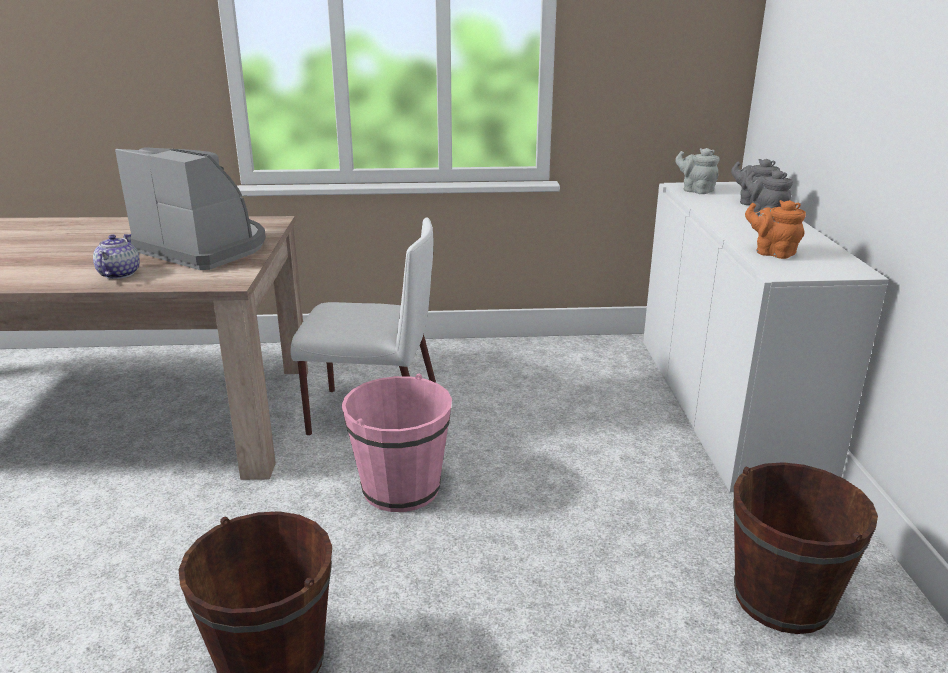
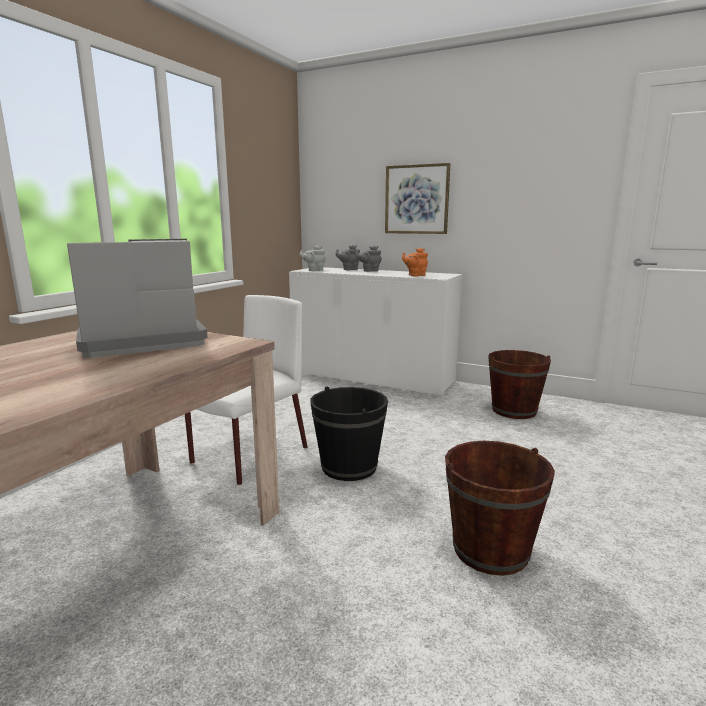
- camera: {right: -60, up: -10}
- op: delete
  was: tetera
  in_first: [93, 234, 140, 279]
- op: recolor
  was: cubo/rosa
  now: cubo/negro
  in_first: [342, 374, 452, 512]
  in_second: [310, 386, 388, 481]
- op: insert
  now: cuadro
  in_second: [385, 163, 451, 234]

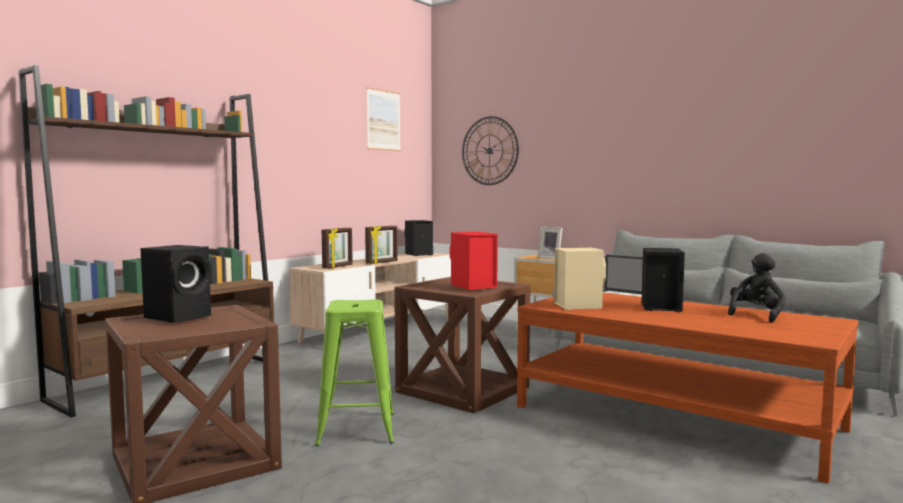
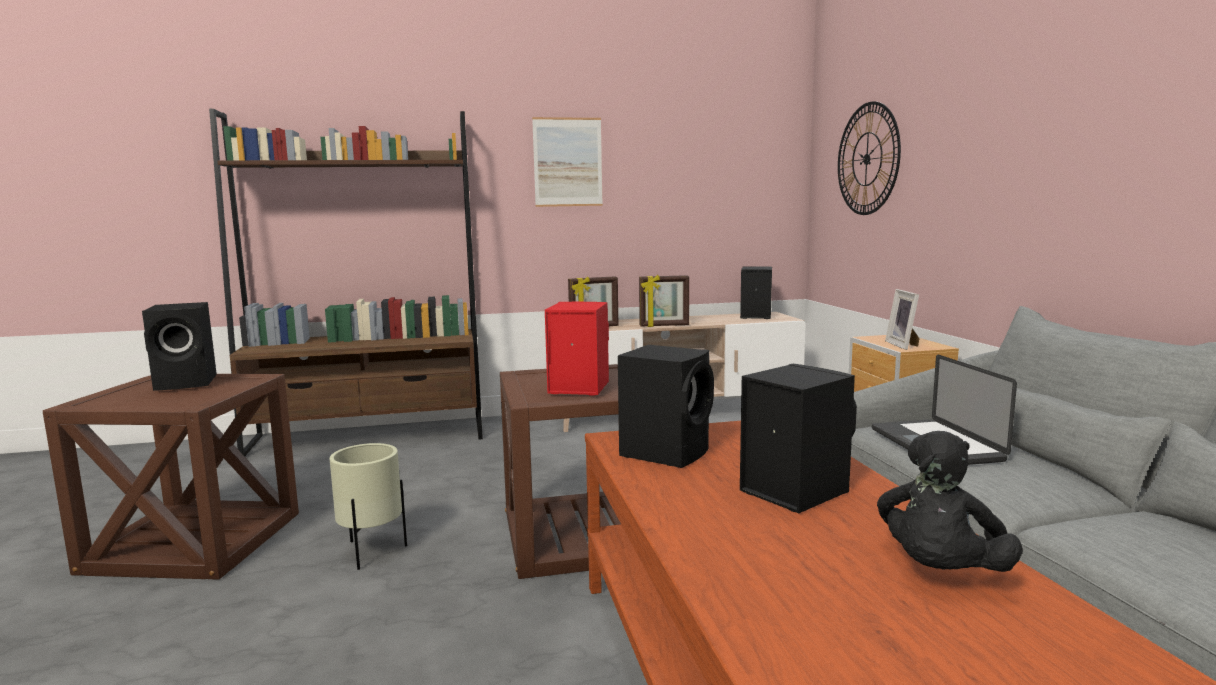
- camera: {right: 40, up: 5}
- op: move
  was: cuadro
  in_first: [366, 87, 401, 151]
  in_second: [532, 117, 603, 207]
- op: recolor
  was: altavoz/beis
  now: altavoz/negro
  in_first: [554, 247, 606, 310]
  in_second: [618, 345, 714, 468]
- op: rotate
  was: peluche/negro
  in_first: [728, 253, 786, 322]
  in_second: [877, 431, 1023, 572]
  clockwise: 135
- op: replace
  was: taburete/verde
  now: maceta/beis
  in_first: [315, 299, 394, 446]
  in_second: [330, 443, 407, 570]

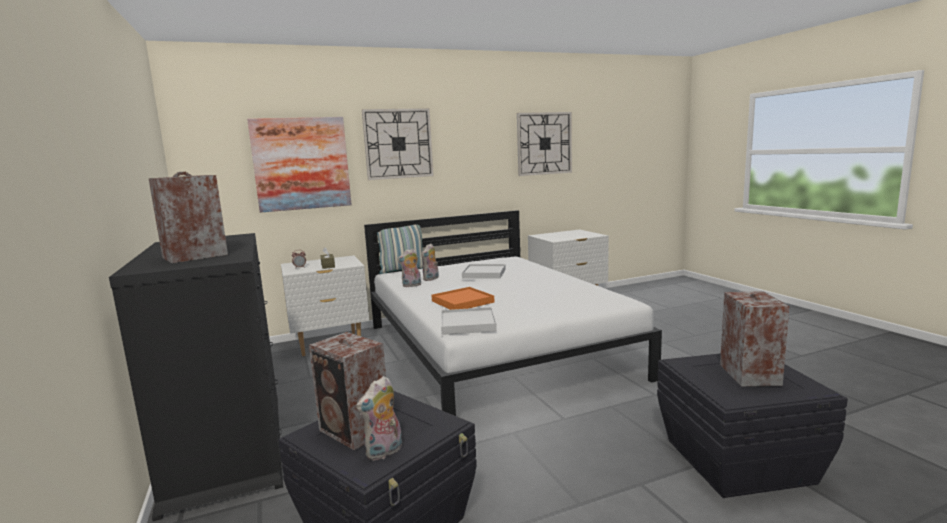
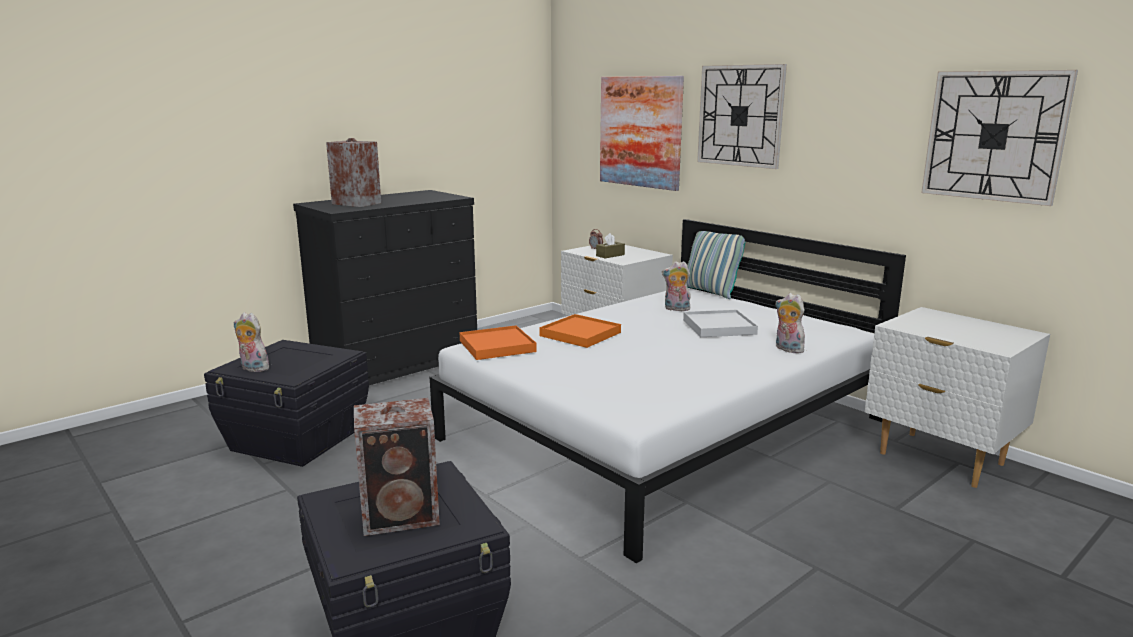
- camera: {right: 70, up: 5}
- op: move
  was: peluche
  in_first: [397, 248, 421, 287]
  in_second: [776, 293, 806, 353]
- op: recolor
  was: bandeja/blanco
  now: bandeja/naranja
  in_first: [441, 307, 497, 335]
  in_second: [460, 325, 537, 360]
- op: delete
  was: altavoz
  in_first: [309, 332, 386, 450]

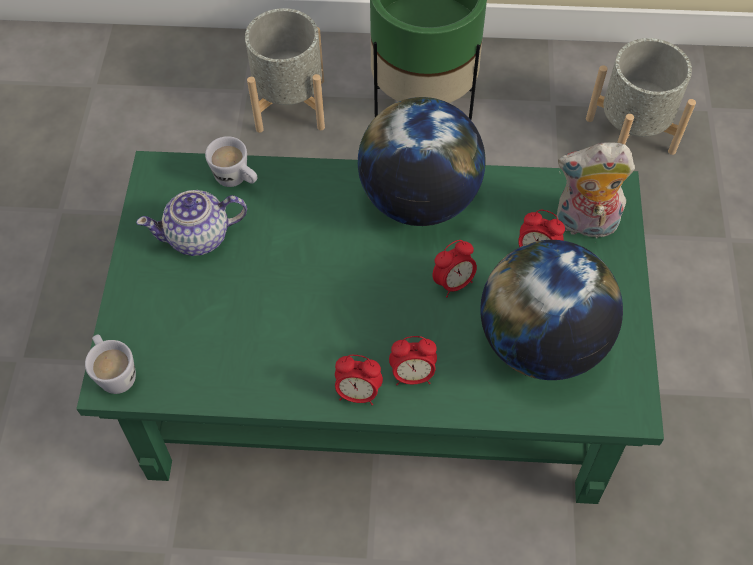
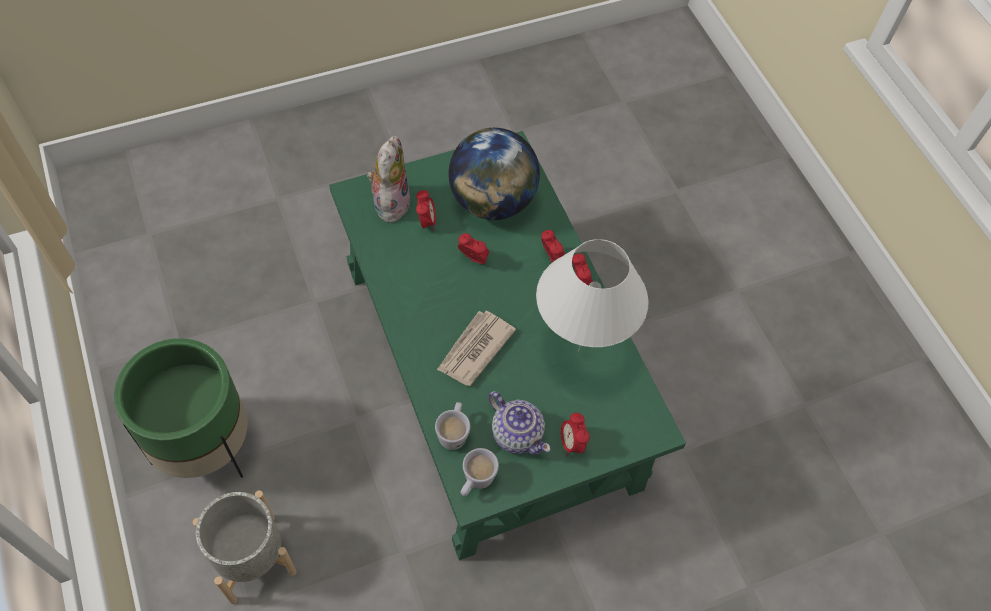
- camera: {right: -120, up: 0}
- op: delete
  was: maceta/gris
  in_first: [586, 38, 696, 155]
- op: delete
  was: globo terráqueo
  in_first: [358, 97, 486, 226]
- op: rotate
  was: peluche
  in_first: [557, 142, 635, 238]
  in_second: [367, 135, 410, 224]
  clockwise: -150
- op: move
  was: taza grande/blanco
  in_first: [85, 334, 136, 394]
  in_second: [461, 448, 499, 496]
- op: insert
  now: lámpara de mesa/blanco
  in_second: [536, 239, 649, 352]
- op: insert
  now: periódico
  in_second: [437, 311, 516, 386]
- op: insert
  now: despertador
  in_second: [560, 413, 590, 456]

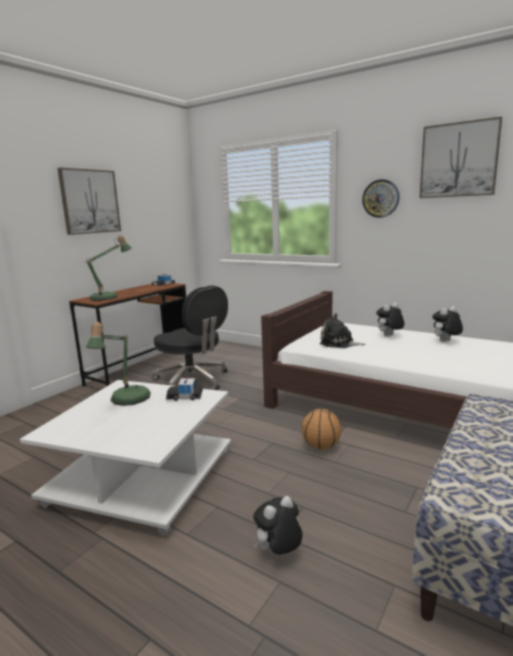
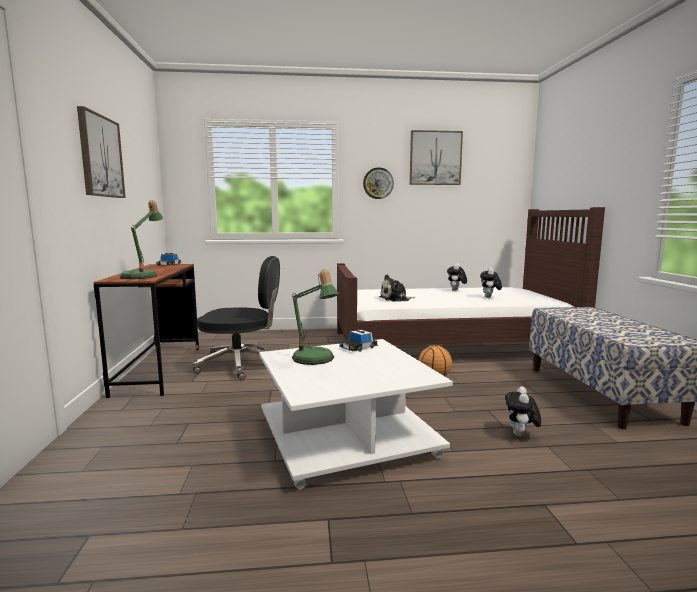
- camera: {right: -40, up: -5}
- op: move
  was: peluche
  in_first: [376, 303, 404, 336]
  in_second: [480, 268, 502, 298]

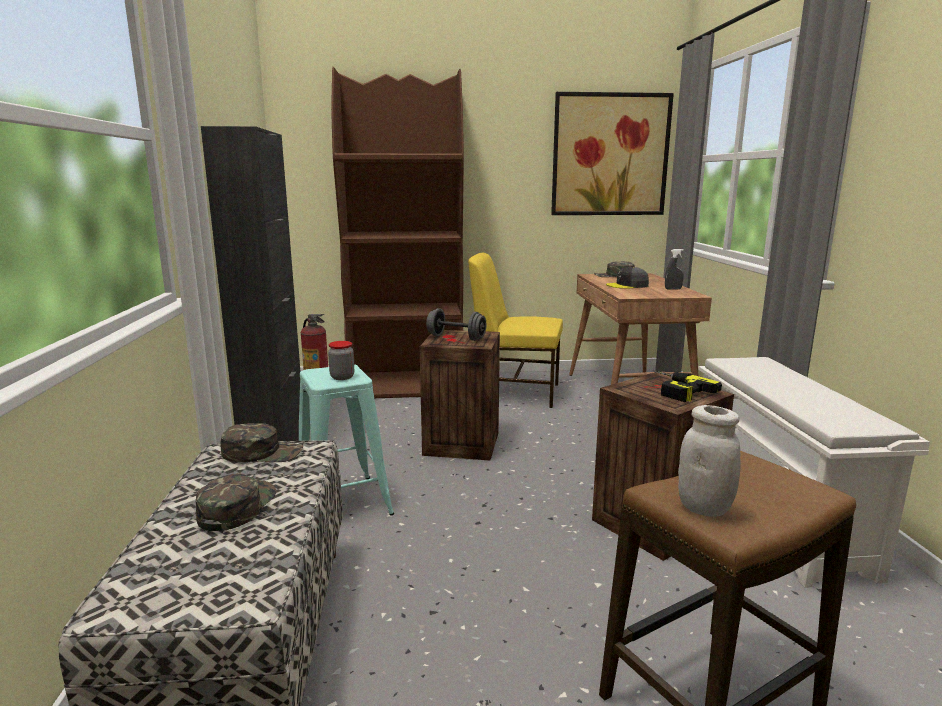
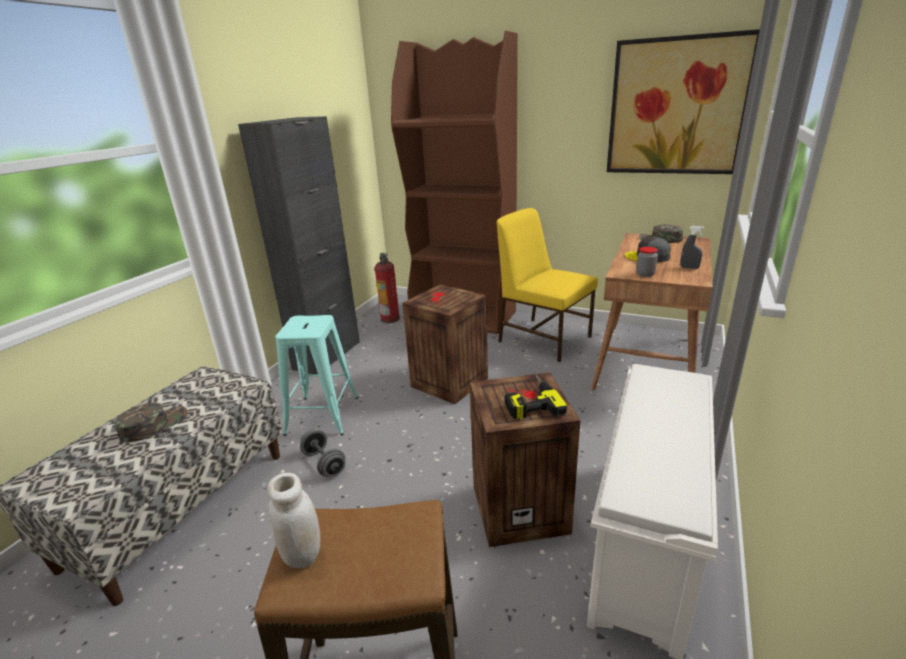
- camera: {right: 30, up: 10}
- op: move
  was: mancuerna/gris
  in_first: [426, 308, 486, 341]
  in_second: [300, 430, 345, 477]
- op: move
  was: tarro
  in_first: [328, 341, 354, 380]
  in_second: [636, 247, 658, 277]
- op: delete
  was: gorra/verde
  in_first: [221, 423, 303, 462]

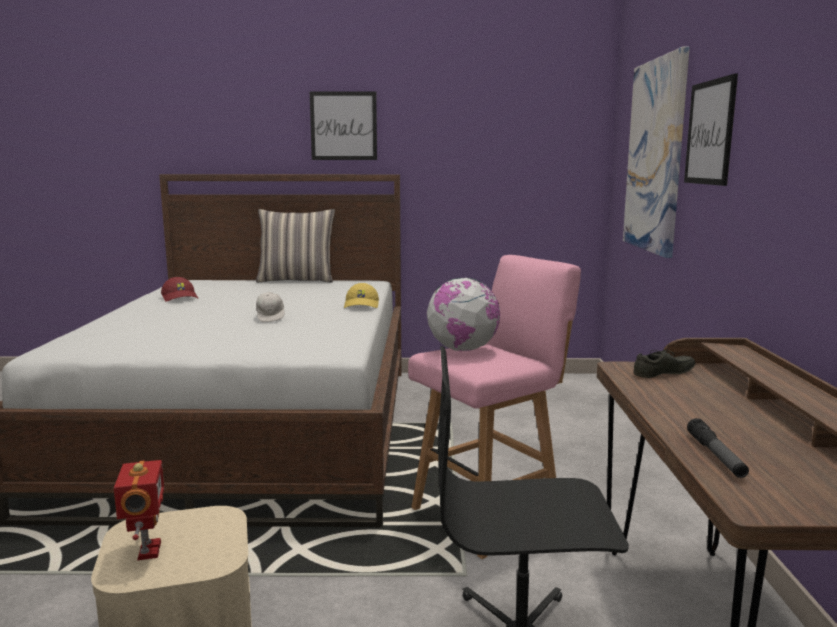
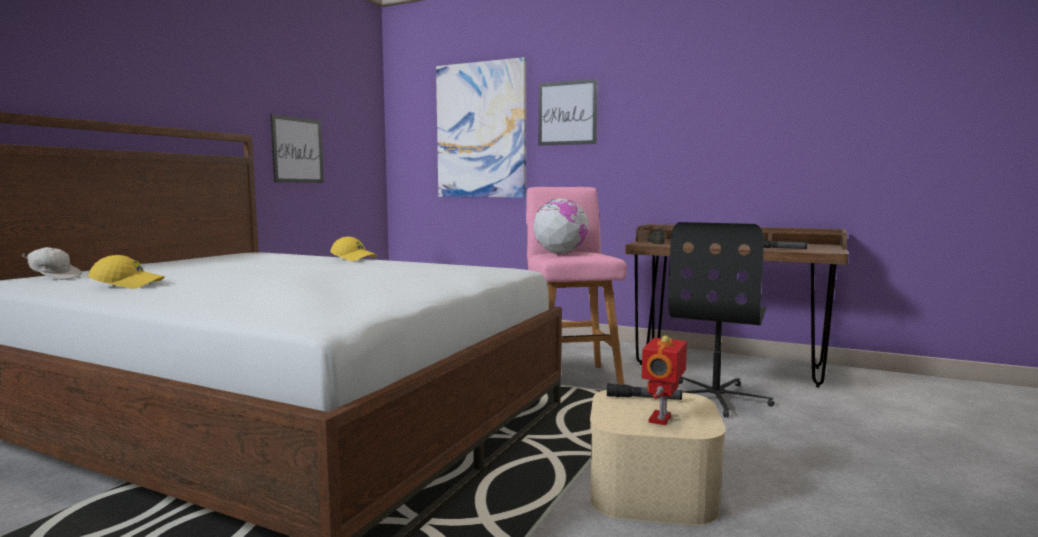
- camera: {right: -65, up: -5}
- op: move
  was: cuadro
  in_first: [310, 92, 377, 160]
  in_second: [270, 114, 324, 183]
- op: delete
  was: cojín
  in_first: [256, 209, 335, 283]
- op: recolor
  was: gorra/rojo
  now: gorra/amarillo
  in_first: [161, 277, 198, 302]
  in_second: [88, 255, 165, 289]
- op: move
  was: gorra/blanco
  in_first: [256, 292, 285, 322]
  in_second: [21, 247, 82, 280]
- op: rotate
  was: robot de juguete
  in_first: [114, 460, 164, 560]
  in_second: [642, 335, 687, 425]
  clockwise: -75
- op: insert
  now: linterna
  in_second: [607, 383, 682, 400]

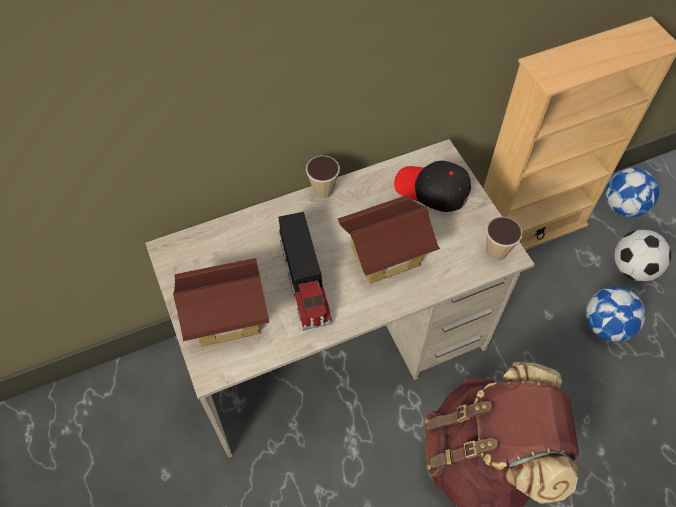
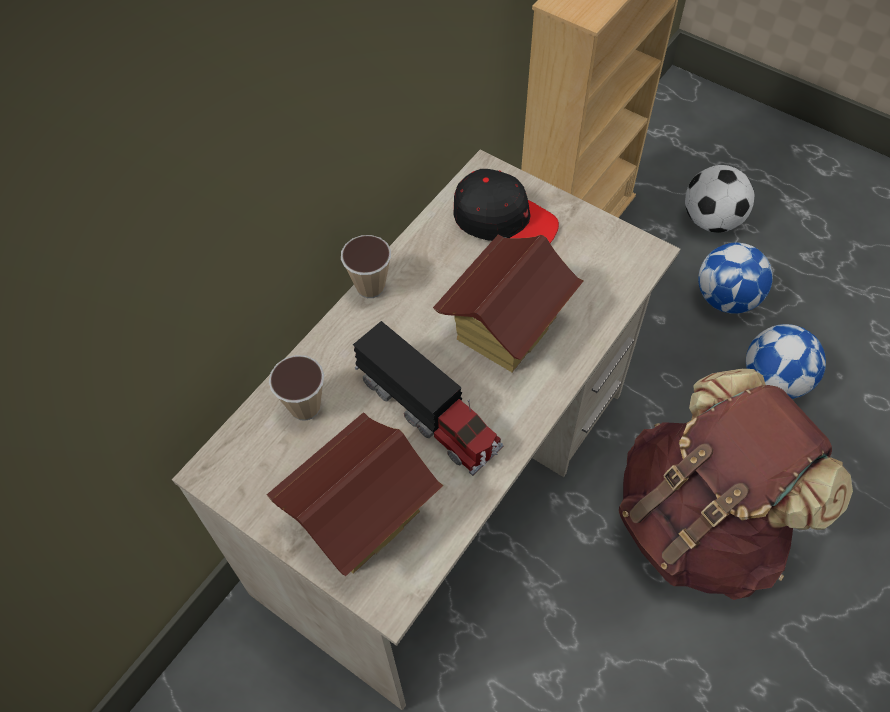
- camera: {right: -30, up: 0}
- op: rotate
  was: gorra/negro
  in_first: [394, 161, 471, 212]
  in_second: [453, 169, 559, 243]
  clockwise: -150
- op: move
  was: balón de fútbol
  in_first: [606, 168, 659, 217]
  in_second: [746, 324, 826, 399]
- op: move
  was: taza
  in_first: [486, 216, 523, 261]
  in_second: [269, 355, 324, 421]

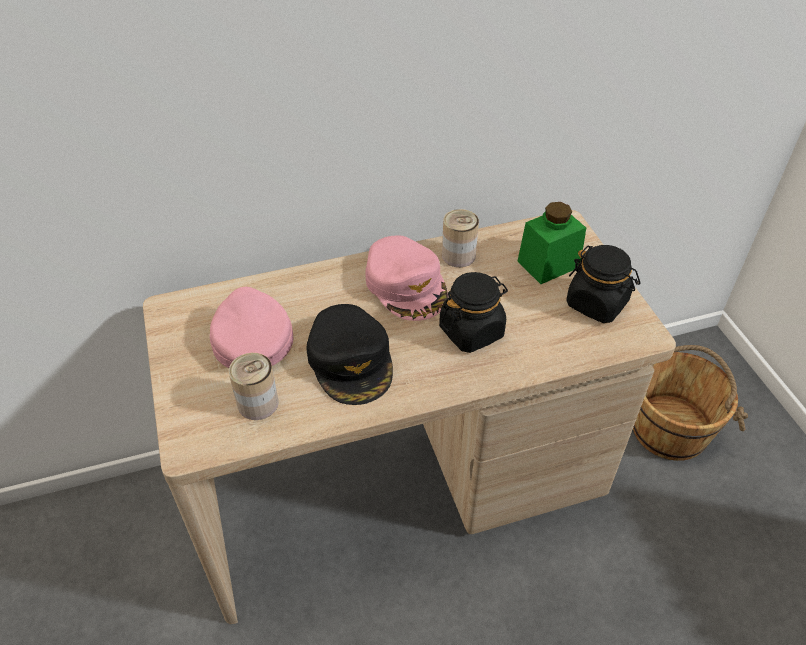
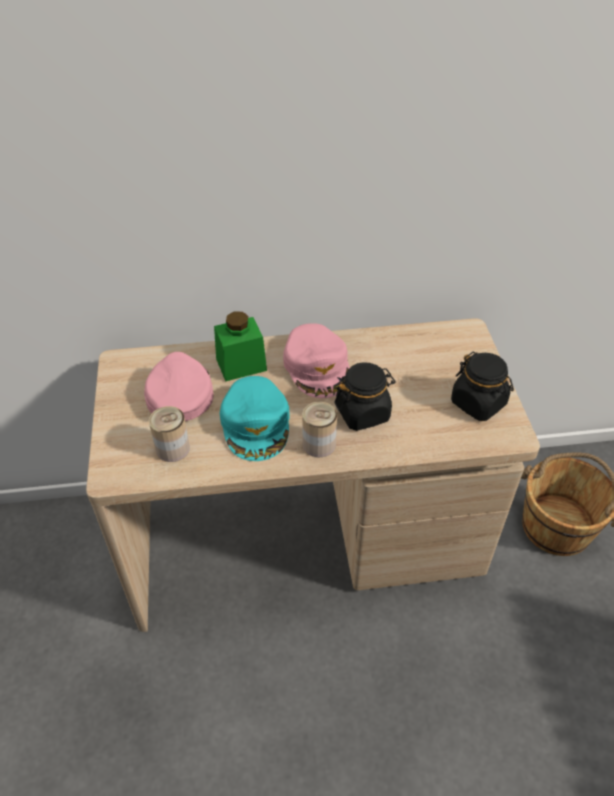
- camera: {right: 10, up: 0}
- op: move
  was: tarro/verde
  in_first: [517, 202, 586, 284]
  in_second: [214, 311, 267, 382]
- op: move
  was: lata
  in_first: [442, 209, 479, 267]
  in_second: [302, 402, 337, 457]
- op: recolor
  was: gorra/negro
  now: gorra/turquesa
  in_first: [306, 304, 393, 405]
  in_second: [220, 376, 289, 461]

